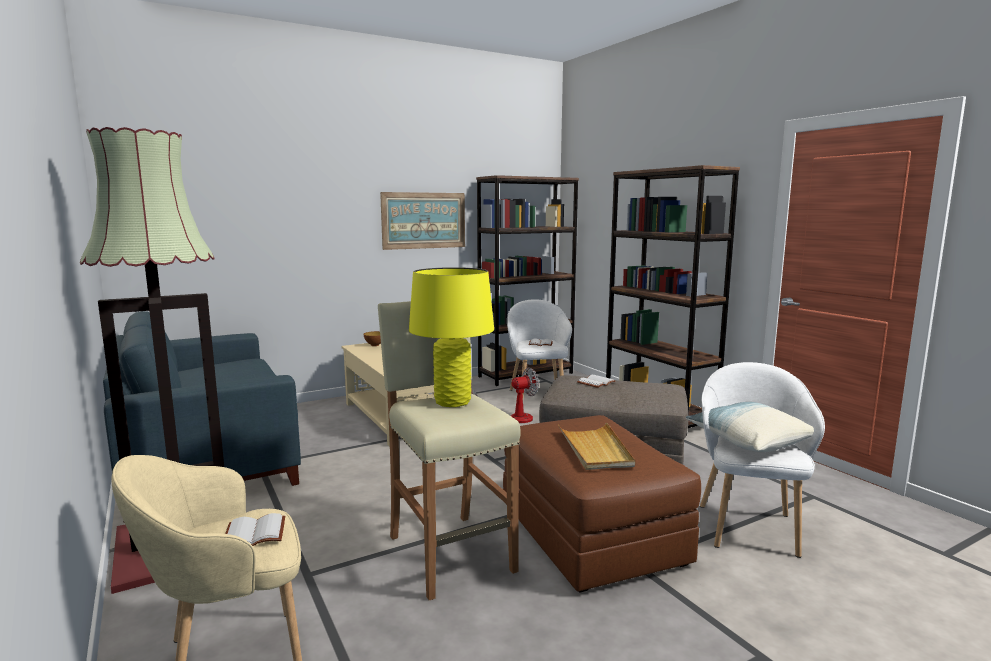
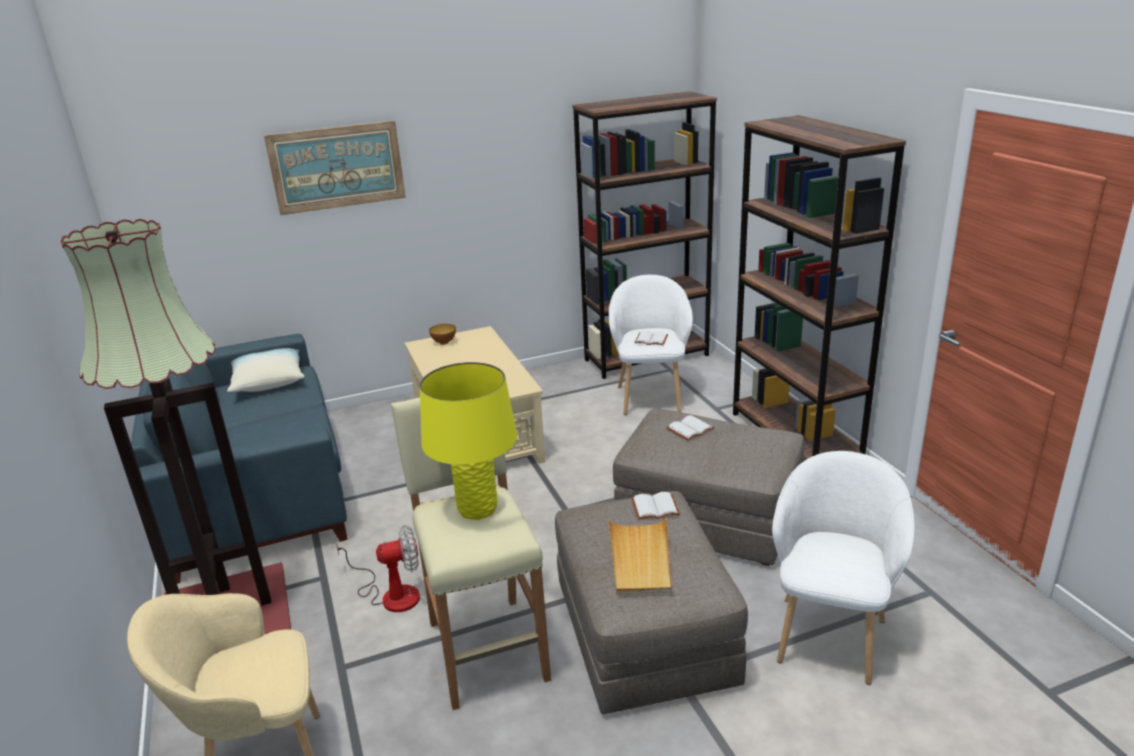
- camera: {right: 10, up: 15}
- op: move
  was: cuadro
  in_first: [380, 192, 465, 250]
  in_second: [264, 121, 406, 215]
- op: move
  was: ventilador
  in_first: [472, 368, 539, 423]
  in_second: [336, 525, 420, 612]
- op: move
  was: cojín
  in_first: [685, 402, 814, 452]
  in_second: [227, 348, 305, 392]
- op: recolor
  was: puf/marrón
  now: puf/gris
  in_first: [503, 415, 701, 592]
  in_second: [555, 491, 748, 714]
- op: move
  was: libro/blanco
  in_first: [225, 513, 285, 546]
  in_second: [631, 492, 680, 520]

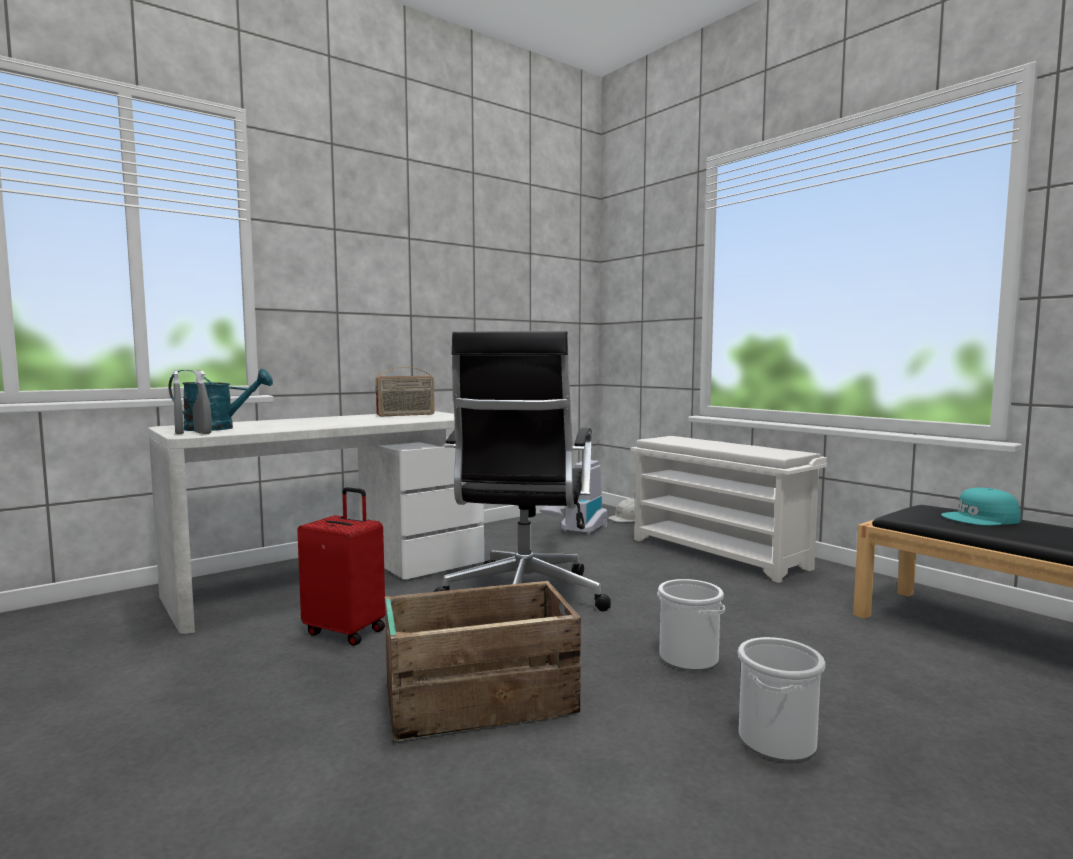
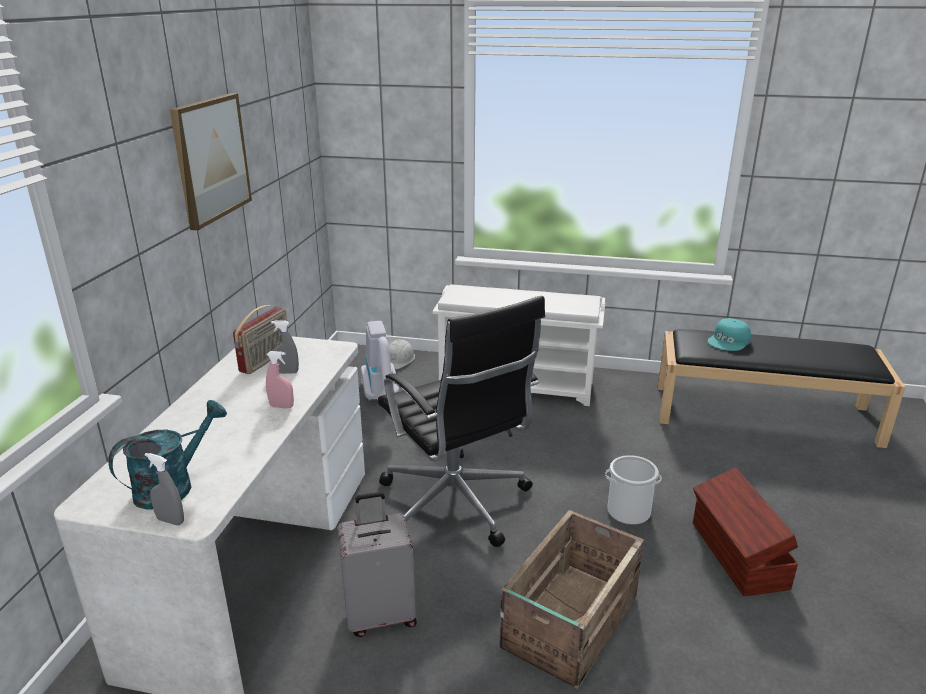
- camera: {right: -40, up: 20}
- op: move
  was: pulverizador/gris
  in_first: [193, 370, 212, 434]
  in_second: [271, 320, 299, 374]
- op: recolor
  was: maleta/rojo
  now: maleta/gris
  in_first: [297, 487, 385, 646]
  in_second: [337, 492, 417, 637]
- op: replace
  was: cubo
  now: caja de almacenaje/marrón
  in_first: [738, 637, 825, 762]
  in_second: [693, 467, 798, 596]
- op: insert
  now: cuadro
  in_second: [170, 93, 252, 231]
- op: insert
  now: pulverizador/rosa
  in_second: [266, 351, 294, 408]

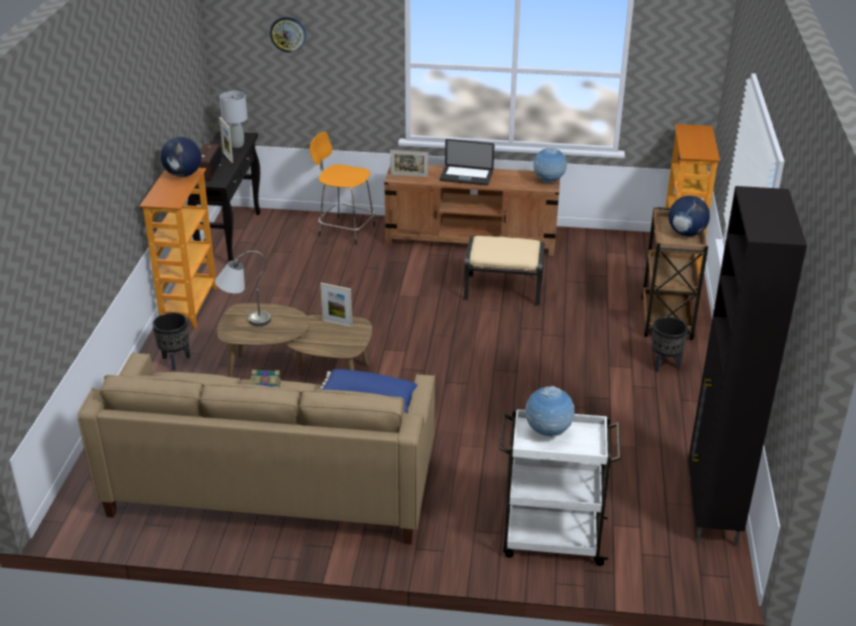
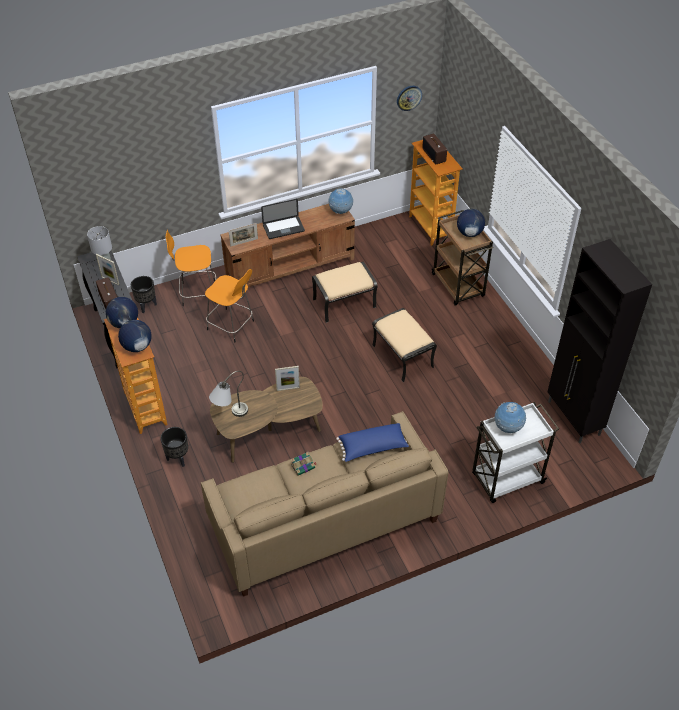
- camera: {right: -30, up: 15}
- op: move
  was: reloj de pared
  in_first: [270, 17, 306, 53]
  in_second: [397, 86, 422, 111]
- op: move
  was: maceta/negro
  in_first: [651, 317, 688, 373]
  in_second: [131, 276, 157, 313]
- op: insert
  now: radio
  in_second: [422, 134, 447, 164]
- op: insert
  now: taburete/naranja
  in_second: [205, 269, 254, 342]
- op: insert
  now: puf/beis
  in_second: [372, 308, 437, 382]
- op: insert
  now: globo terráqueo
  in_second: [118, 320, 152, 352]

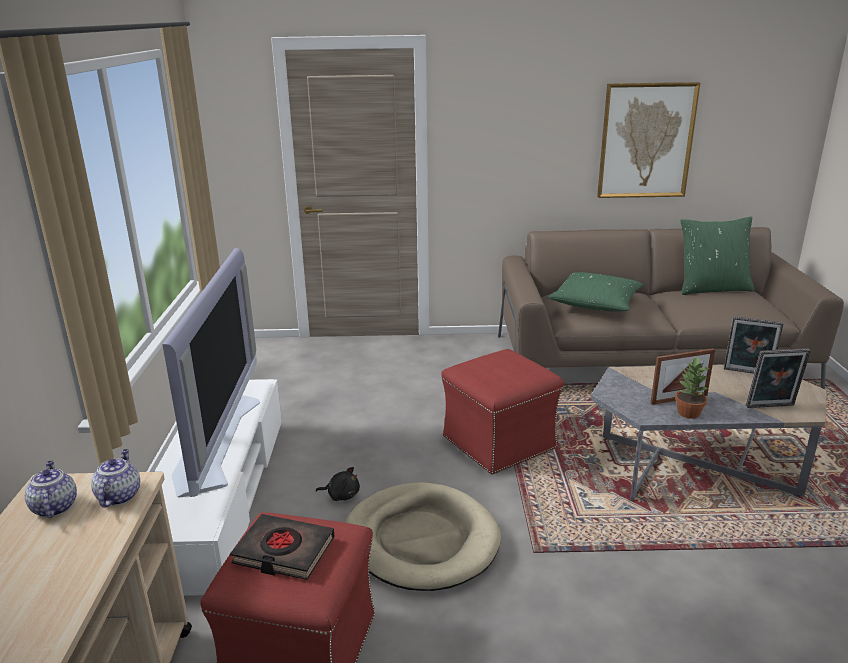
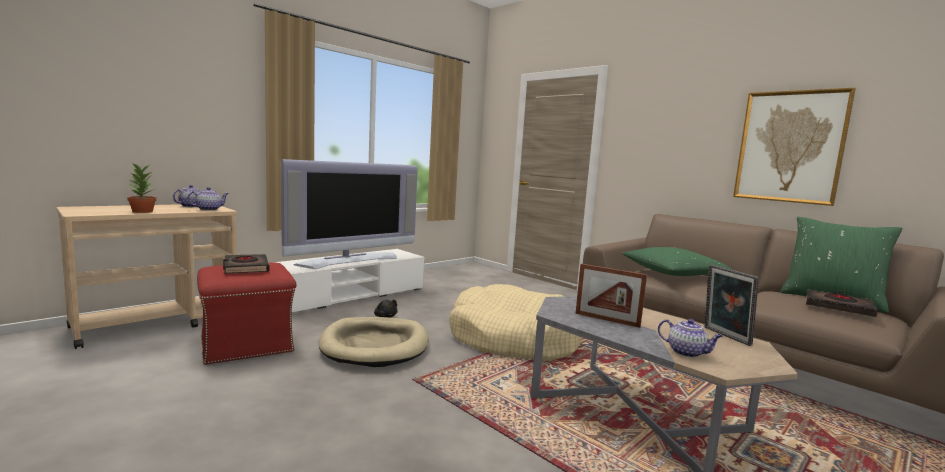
- camera: {right: 45, up: -15}
- op: replace
  was: portarretratos
  now: tetera
  in_first: [746, 348, 811, 408]
  in_second: [658, 319, 723, 358]
- op: replace
  was: puf/rojo
  now: cama para perro/beis
  in_first: [441, 349, 564, 474]
  in_second: [449, 284, 581, 361]
- op: move
  was: planta en maceta
  in_first: [675, 357, 710, 419]
  in_second: [127, 163, 156, 213]
- op: insert
  now: libro/negro
  in_second: [806, 289, 878, 317]

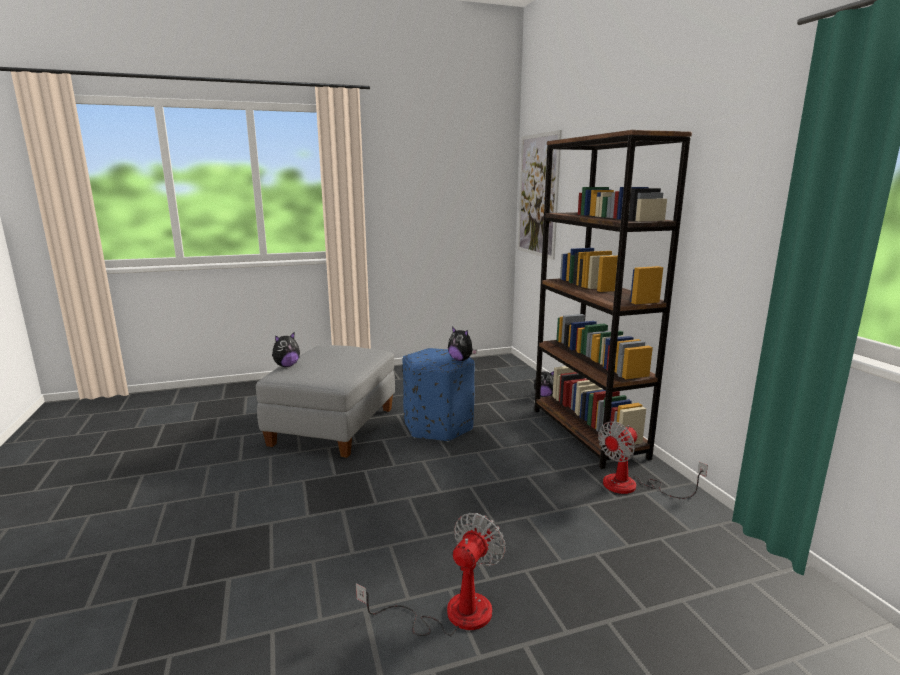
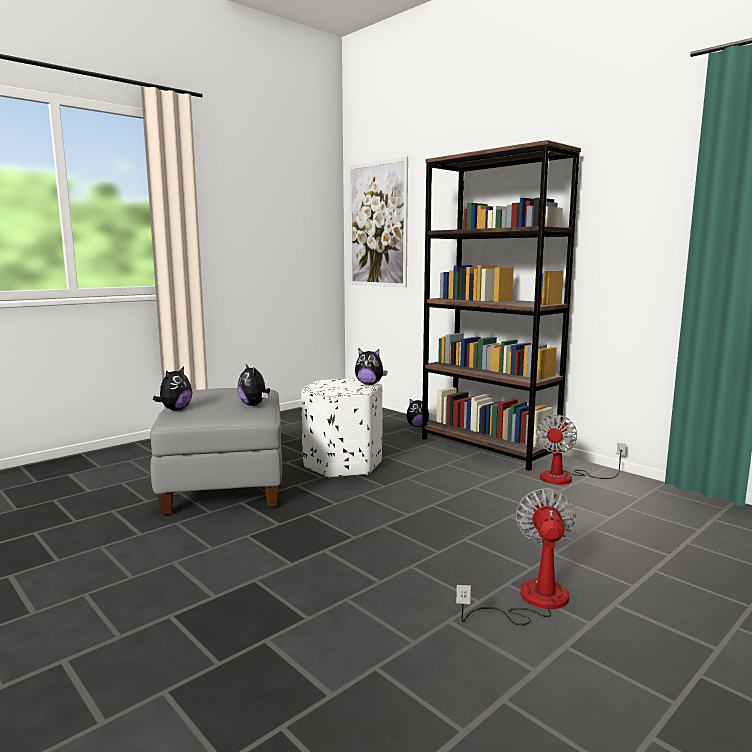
- camera: {right: -25, up: -5}
- op: recolor
  was: puf/azul
  now: puf/blanco
  in_first: [402, 348, 475, 442]
  in_second: [301, 379, 383, 478]
- op: insert
  now: peluche
  in_second: [237, 364, 270, 406]

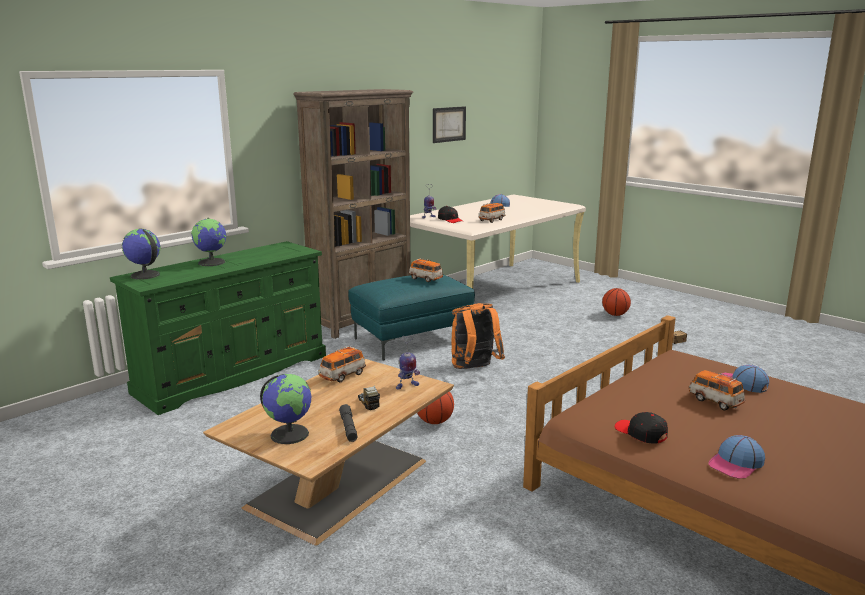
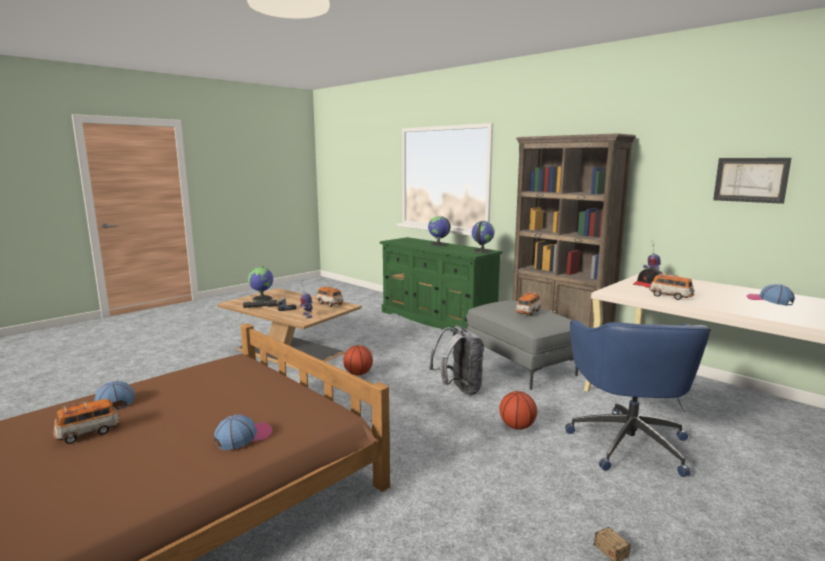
- camera: {right: 90, up: -5}
- op: move
  was: globo terráqueo
  in_first: [122, 229, 161, 280]
  in_second: [472, 221, 495, 253]
- op: recolor
  was: puf/turquesa
  now: puf/gris
  in_first: [348, 275, 475, 361]
  in_second: [466, 301, 578, 390]
- op: move
  was: balón de baloncesto
  in_first: [602, 288, 631, 316]
  in_second: [499, 391, 537, 430]
- op: recolor
  was: mochila/naranja
  now: mochila/gris
  in_first: [452, 303, 505, 369]
  in_second: [429, 325, 484, 395]
- op: move
  was: coche de juguete
  in_first: [689, 370, 745, 410]
  in_second: [53, 399, 120, 444]
- op: delete
  was: gorra/negro
  in_first: [615, 412, 668, 444]
- op: insert
  now: silla de oficina/azul
  in_second: [565, 320, 711, 477]

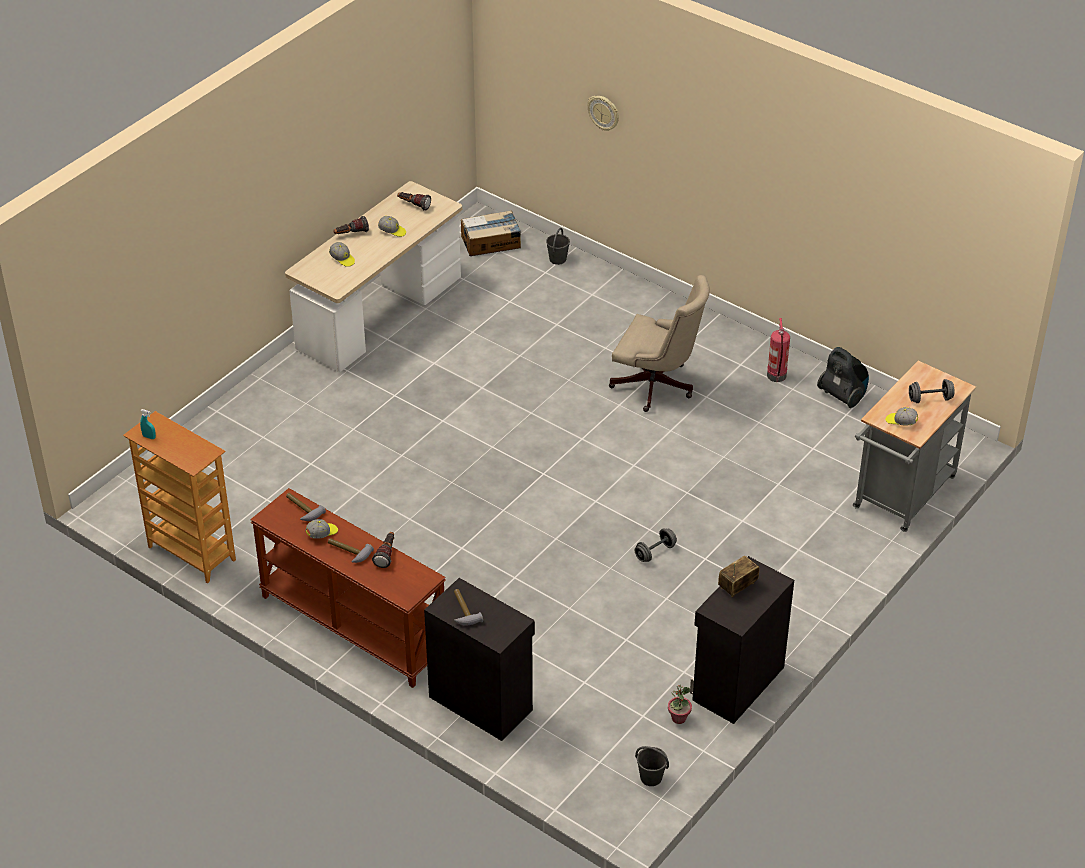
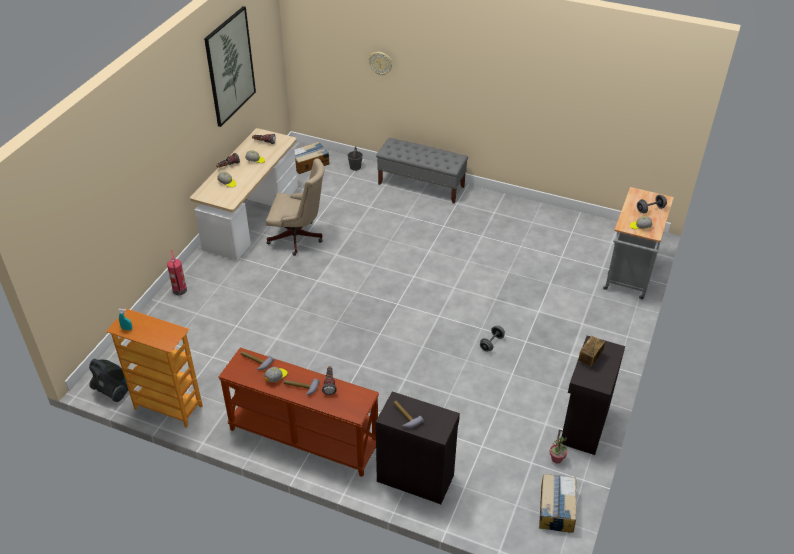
- camera: {right: -15, up: 0}
- op: move
  was: silla de oficina/beis
  in_first: [609, 275, 710, 412]
  in_second: [266, 158, 324, 256]
- op: move
  was: extintor
  in_first: [767, 318, 790, 382]
  in_second: [167, 250, 187, 295]
- op: move
  was: aspiradora
  in_first: [817, 347, 869, 408]
  in_second: [89, 359, 128, 402]
- op: replace
  was: cubo/gris
  now: caja de cartón
  in_first: [635, 746, 669, 786]
  in_second: [539, 474, 576, 533]
- op: insert
  now: cuadro
  in_second: [204, 6, 256, 127]
- op: insert
  now: banco/gris
  in_second: [376, 138, 468, 204]

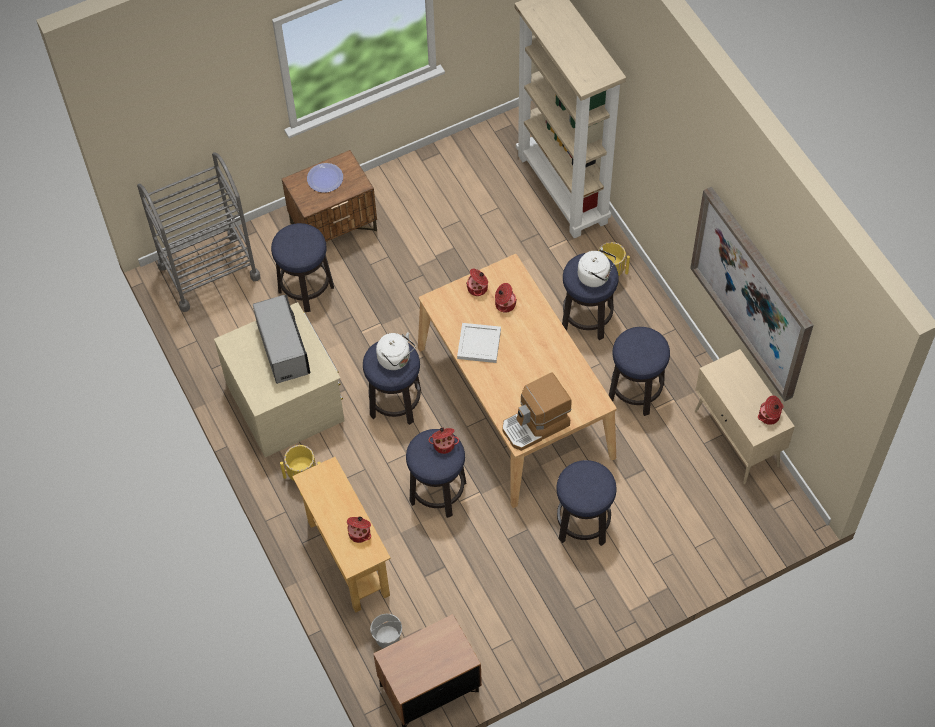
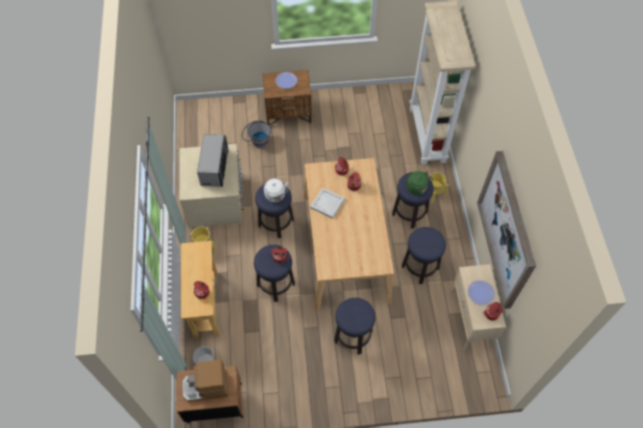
- camera: {right: 20, up: 0}
- op: delete
  was: carrito/gris
  in_first: [137, 152, 261, 312]
- op: replace
  was: taburete
  now: cubo/gris
  in_first: [271, 223, 334, 312]
  in_second: [242, 120, 271, 148]
- op: recolor
  was: hervidor/blanco
  now: hervidor/verde
  in_first: [578, 247, 616, 287]
  in_second: [407, 171, 433, 195]
- op: move
  was: cafetera
  in_first: [502, 372, 572, 451]
  in_second: [182, 359, 228, 402]
- op: insert
  now: plato
  in_second: [468, 280, 495, 305]

